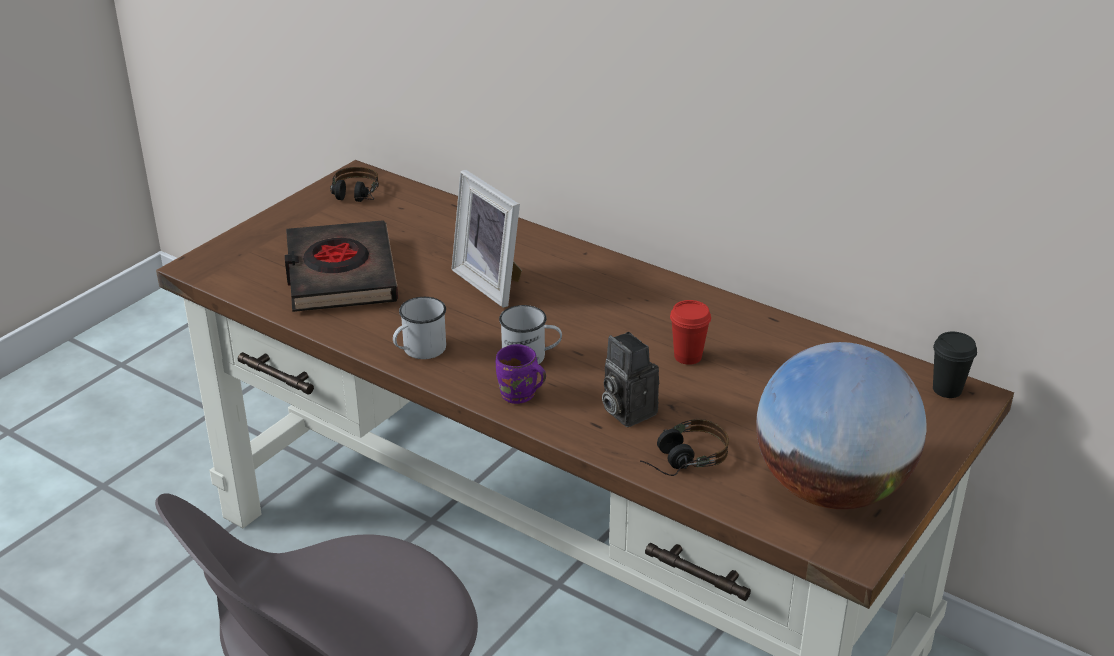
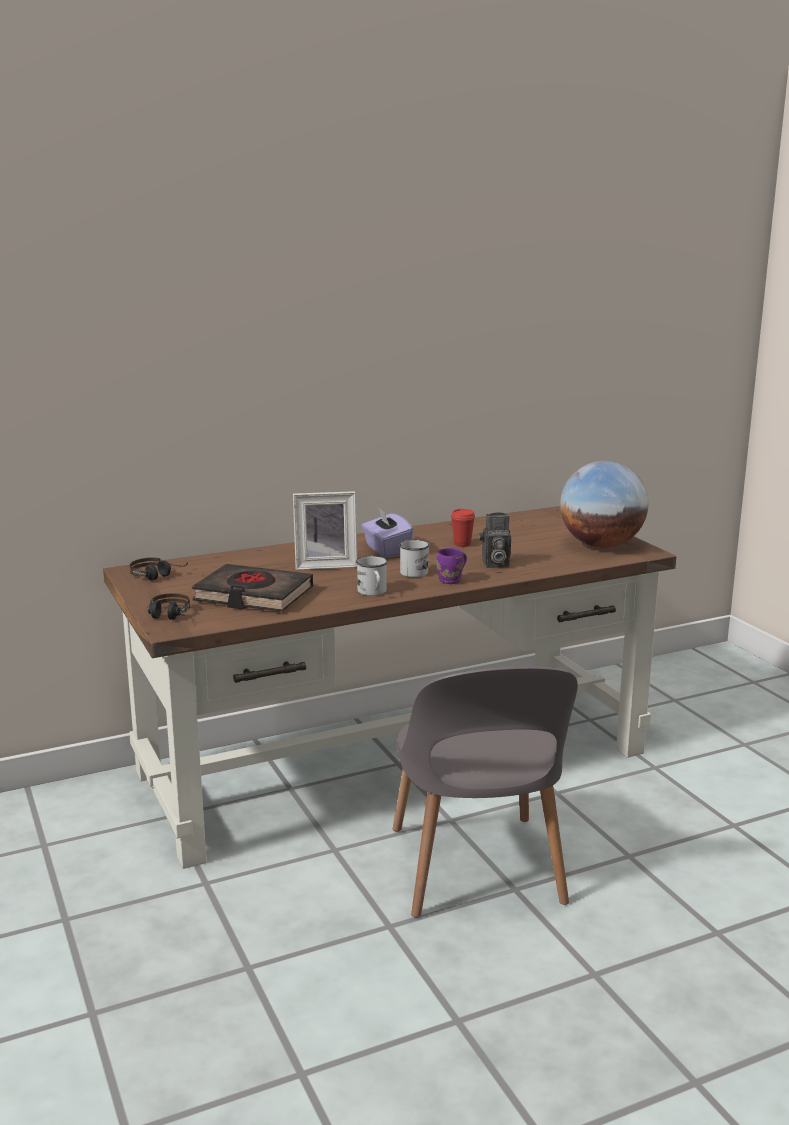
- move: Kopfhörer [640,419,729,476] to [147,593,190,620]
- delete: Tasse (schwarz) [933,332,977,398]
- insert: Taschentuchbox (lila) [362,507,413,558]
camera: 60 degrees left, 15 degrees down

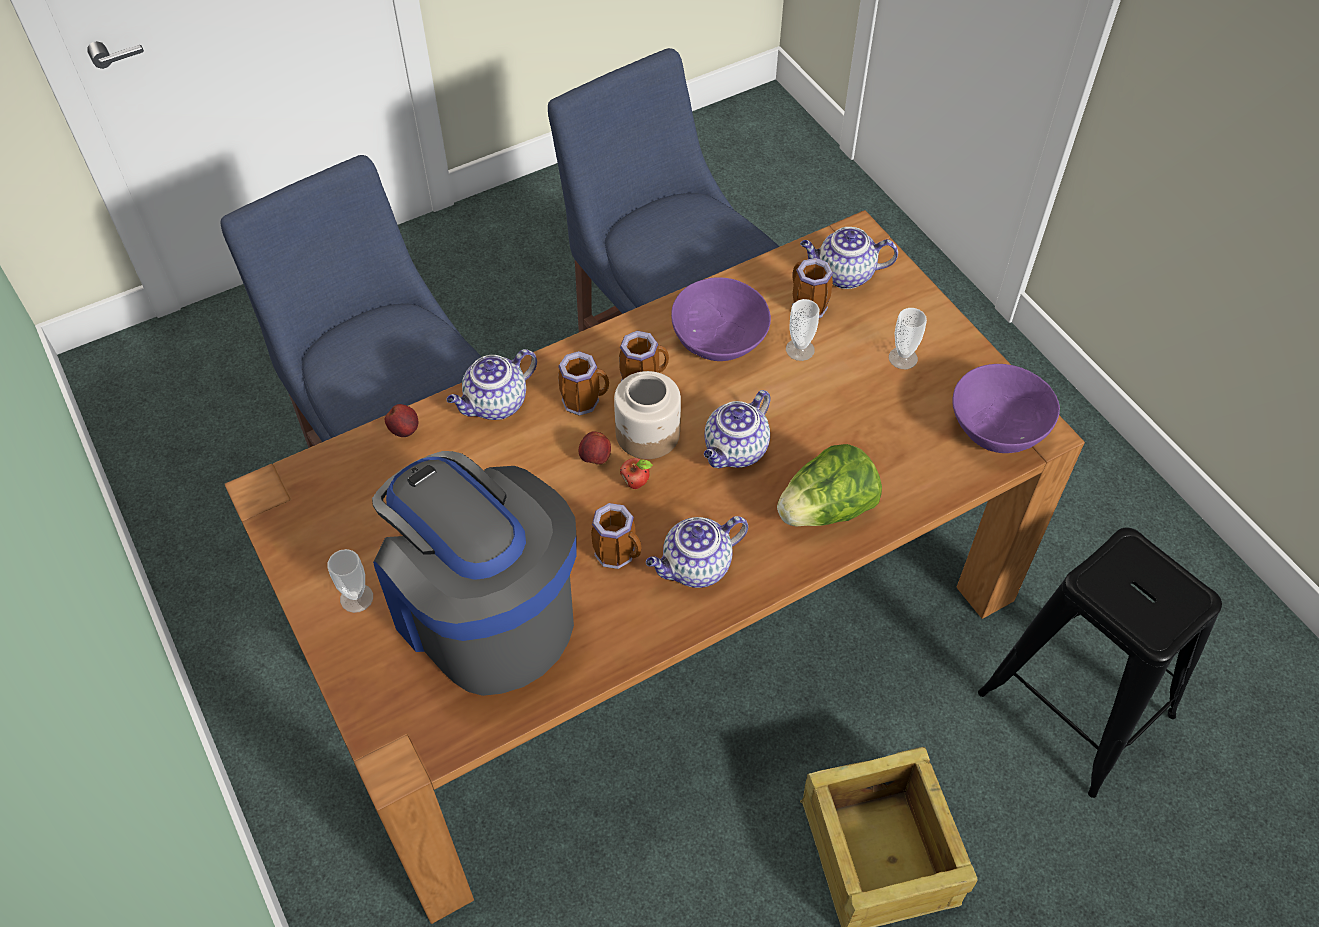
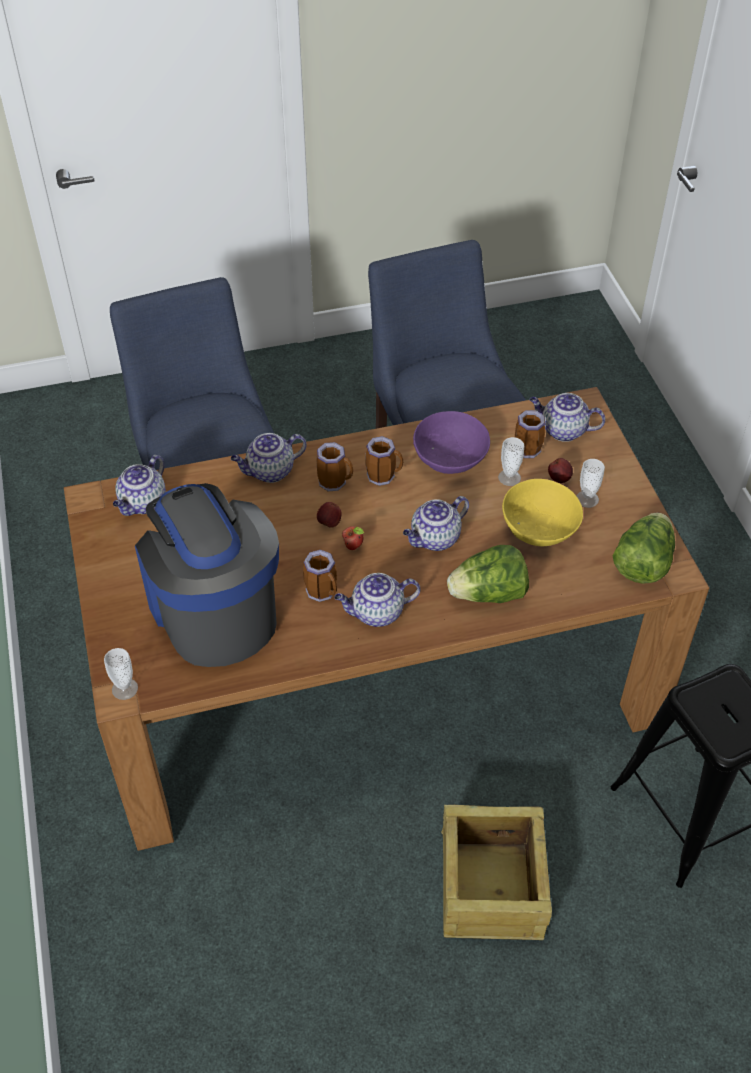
- move: Tasse [327,549,373,613] to [104,648,138,700]
- move: Apfel [385,404,418,437] to [548,458,573,483]
- delete: Vorratsglas [614,371,681,459]
- replace: Schüssel (lila) [953,364,1060,453] to Salatkopf [613,513,675,584]
- insert: Teekanne [113,455,166,516]
- insert: Schüssel (gelb) [502,479,583,546]
camera: 15 degrees right, 5 degrees down

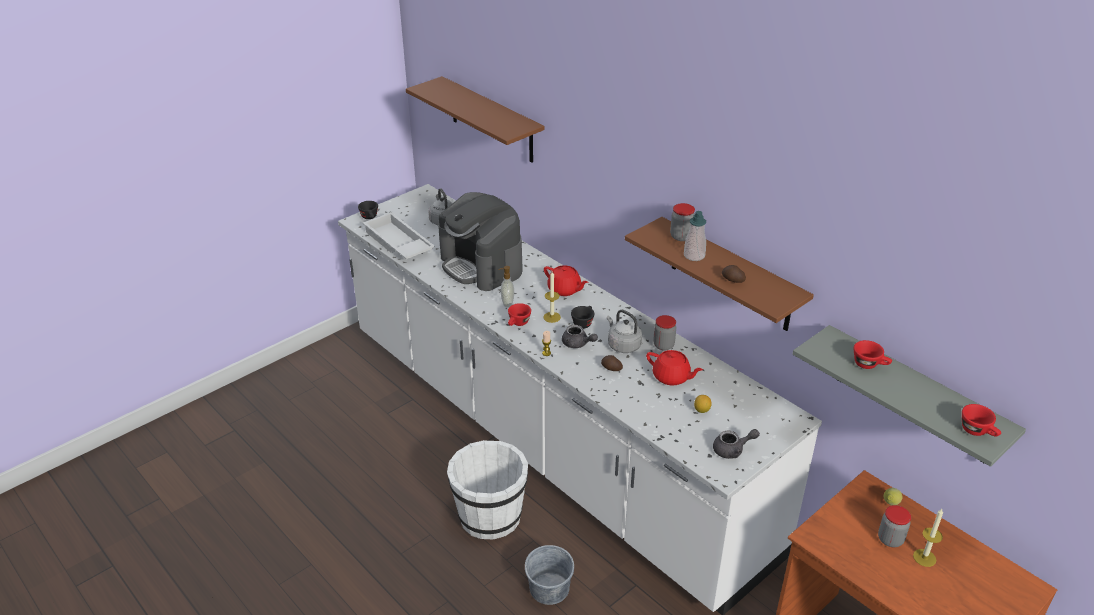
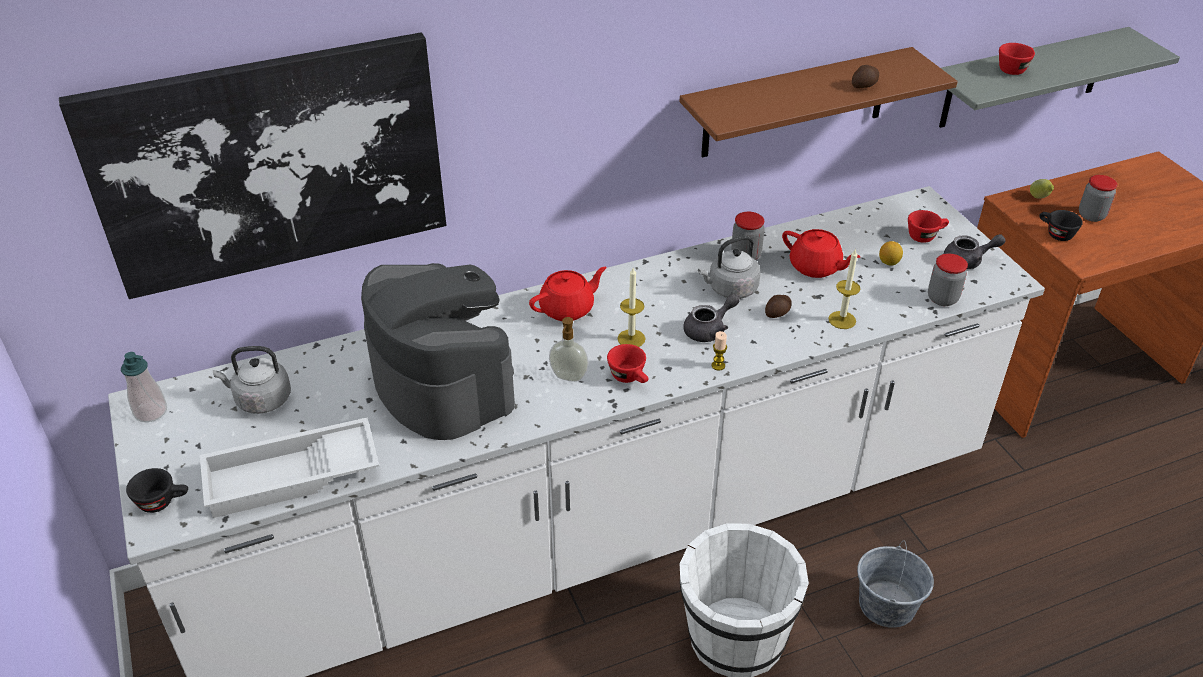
- replace: Wandregal (braun) [406,76,544,162] to Bild [59,32,446,299]
- rotate: Kaffeemaschine [438,192,523,291] = [361,263,515,440] 105 degrees counterclockwise
- move: Tasse (schwarz) [571,306,594,329] to [1039,210,1083,241]
- rotate: Teekanne (rot) [646,350,703,386] = [782,229,861,278] 75 degrees clockwise
- move: Vorratsglas [670,203,695,241] to [928,253,968,306]
- move: Seifenspender [684,211,706,261] to [121,352,167,422]
- rotate: Teekanne (grau) [713,429,760,459] = [944,234,1006,269] 75 degrees clockwise
- move: Kerze [913,509,943,567] to [828,248,860,329]
- move: Tasse (rot) [962,404,1001,436] to [908,210,949,243]
camera: 70 degrees left, 5 degrees up

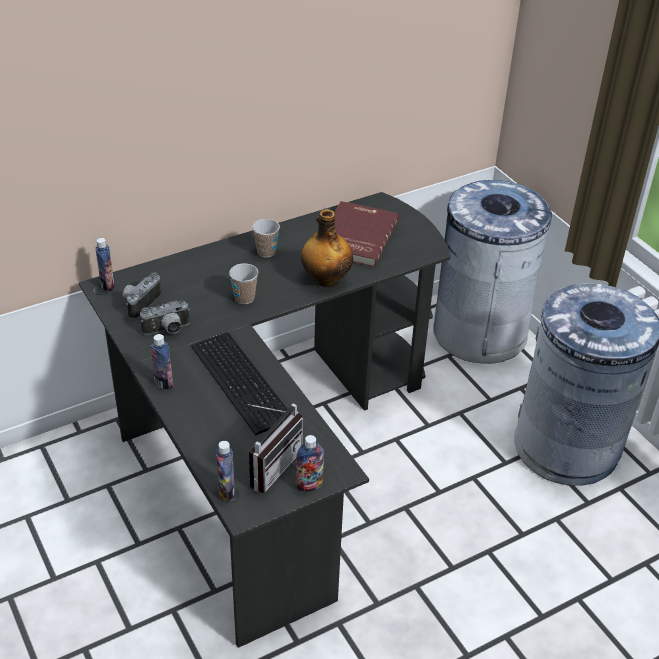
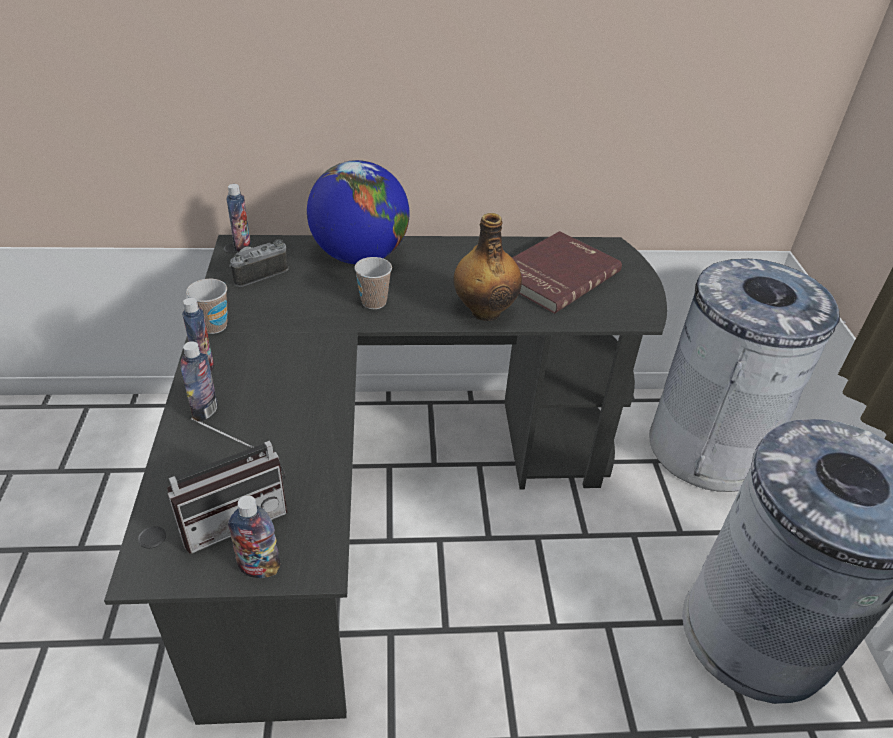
- delete: Kamera [140,300,190,335]
- delete: Tastatur [191,332,288,436]
- move: Flasche [216,441,235,501] to [181,341,218,422]
- move: Tasse [252,219,280,258] to [186,279,227,334]
- insert: Globus [307,160,410,264]
camera: 25 degrees right, 0 degrees up

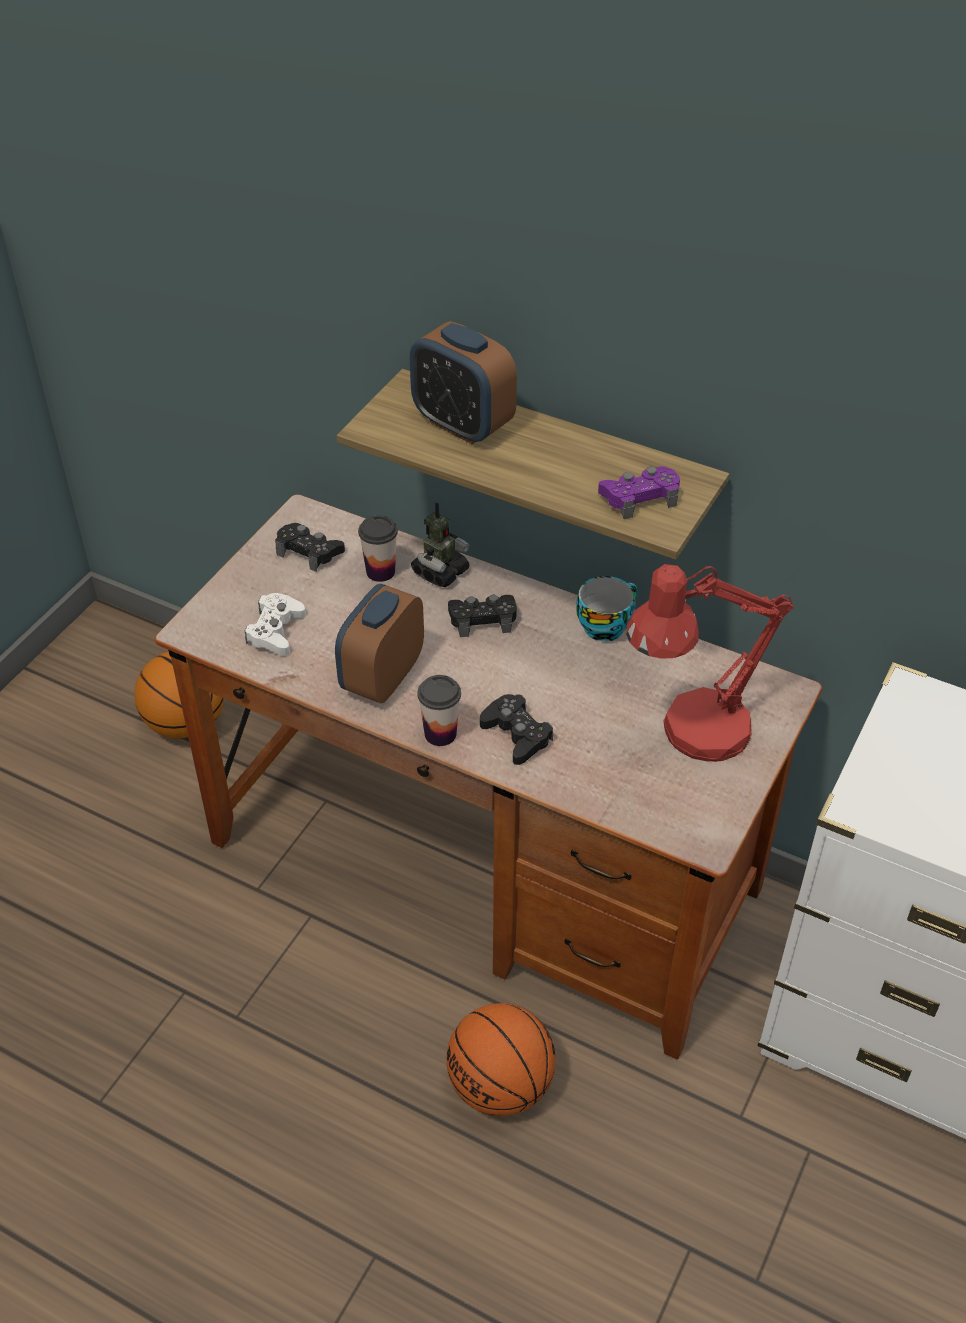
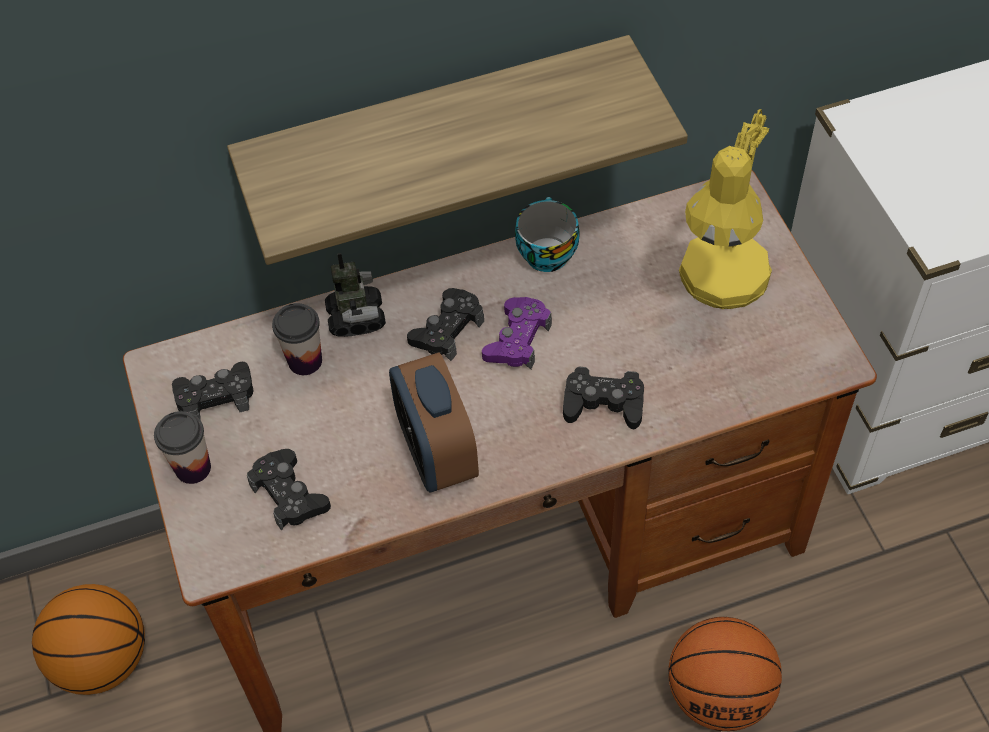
- recolor: Gamepad (weiß) [244,593,306,656] to Gamepad (schwarz) [247,449,331,531]
- delete: Wecker [410,321,517,444]
- move: Tasse [417,675,461,746] to [154,411,211,484]
- move: Gamepad (lila) [598,466,680,519] to [482,297,552,369]
- recolor: Tischlampe (rot) [626,564,793,762] to Tischlampe (gelb) [679,109,772,309]
camera: 45 degrees left, 10 degrees up

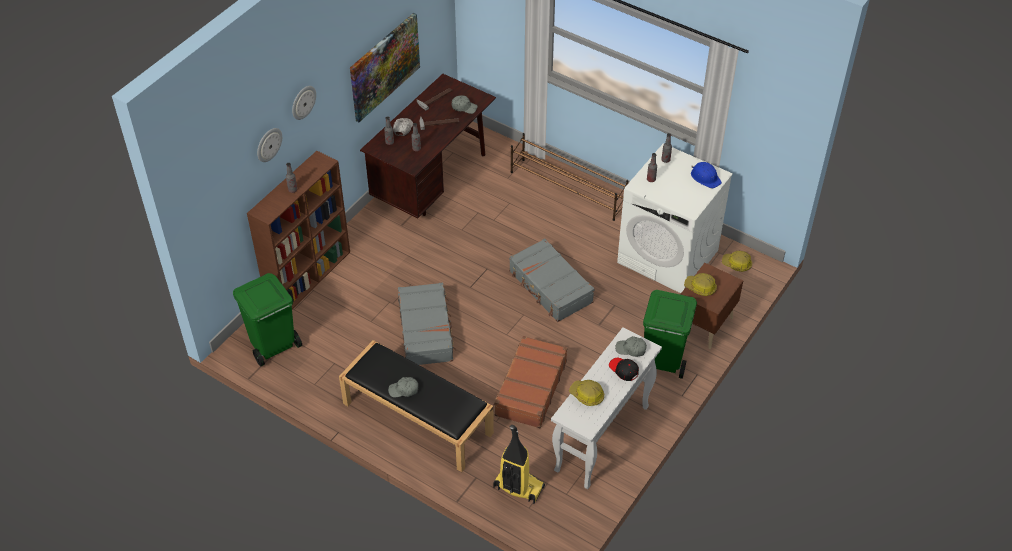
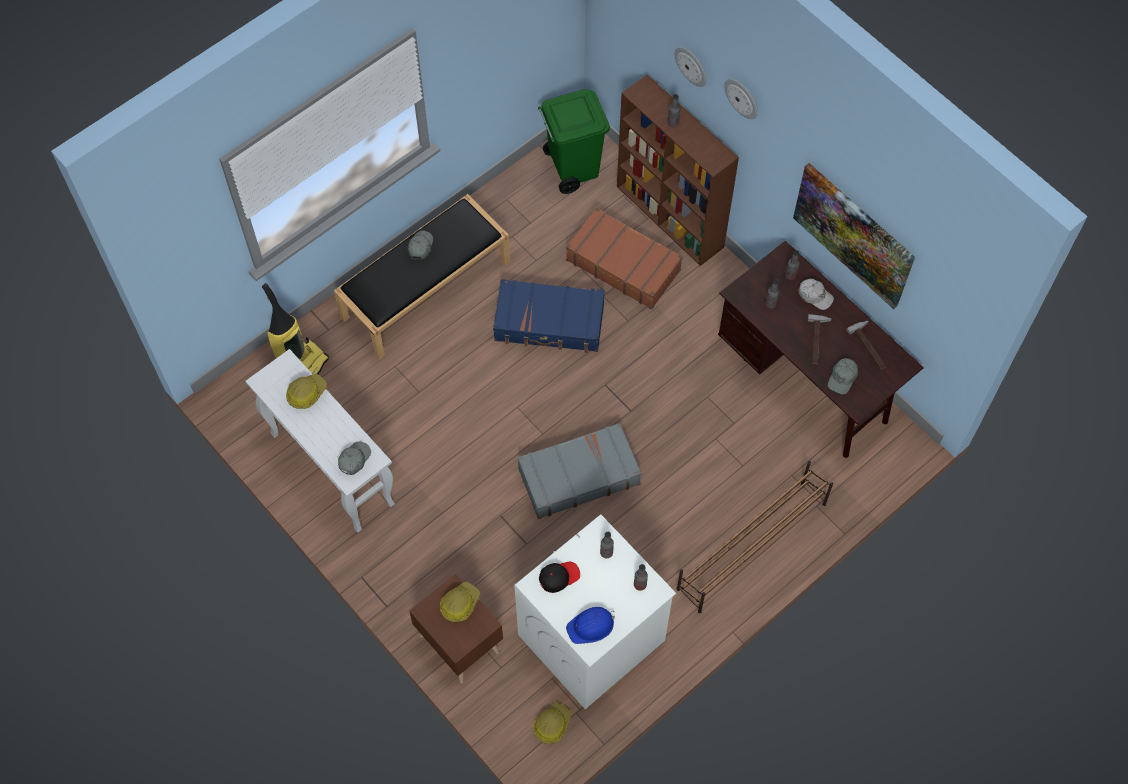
- recolor: Koffer (grau) [398,282,456,365] to Koffer (blau) [493,279,605,353]
- move: Koffer (braun) [493,336,568,428] to [566,208,683,309]
- move: Kappe (schwarz) [609,358,639,381] to [539,562,580,593]
- delete: Mülleimer (grün) [643,290,697,379]
camera: 105 degrees right, 15 degrees up

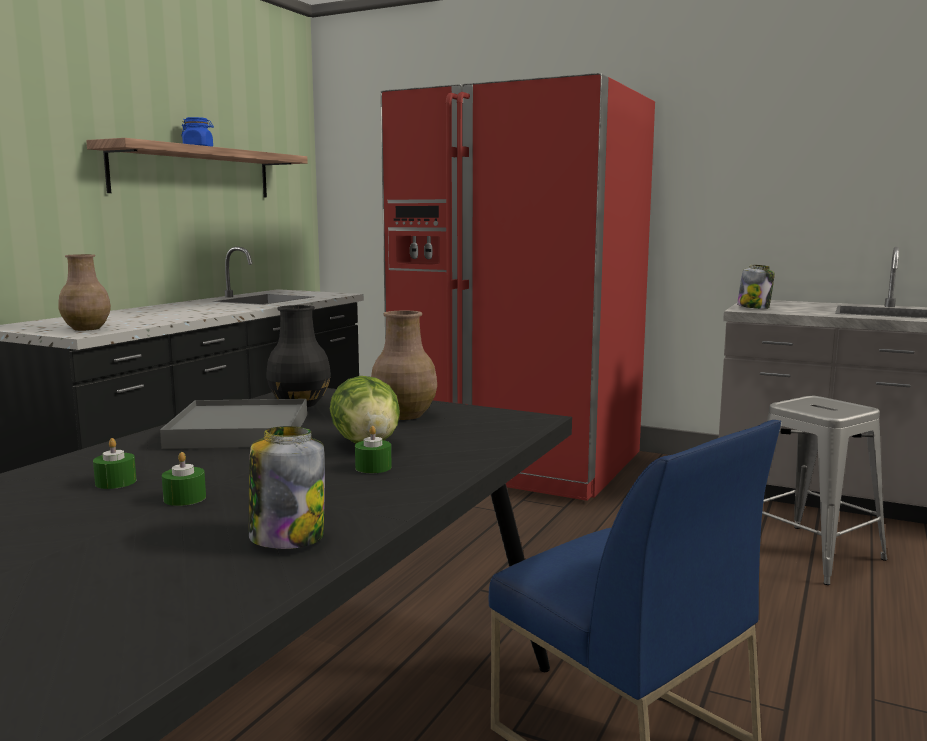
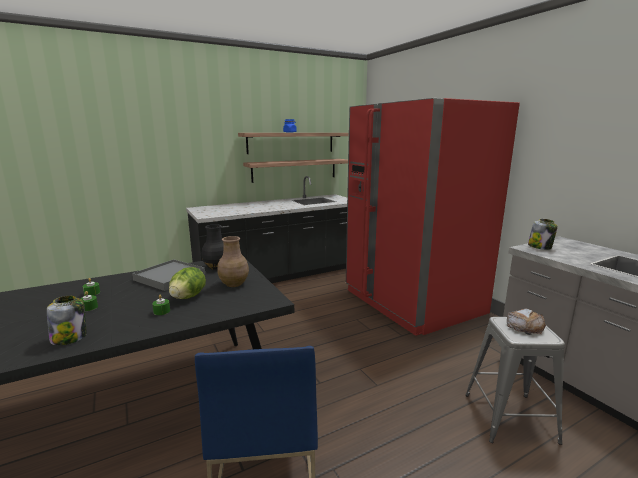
- delete: Vase (braun) [58,254,111,331]
- insert: Wandregal [243,159,348,183]
- insert: Brot [507,309,546,334]
camera: 35 degrees right, 5 degrees up

